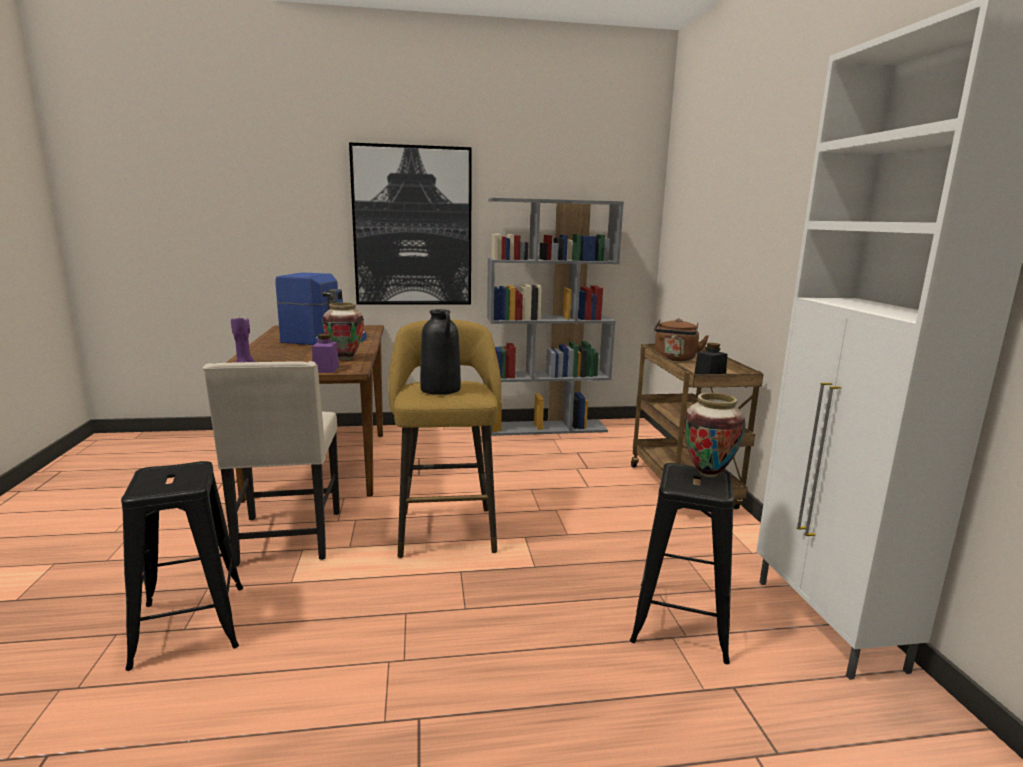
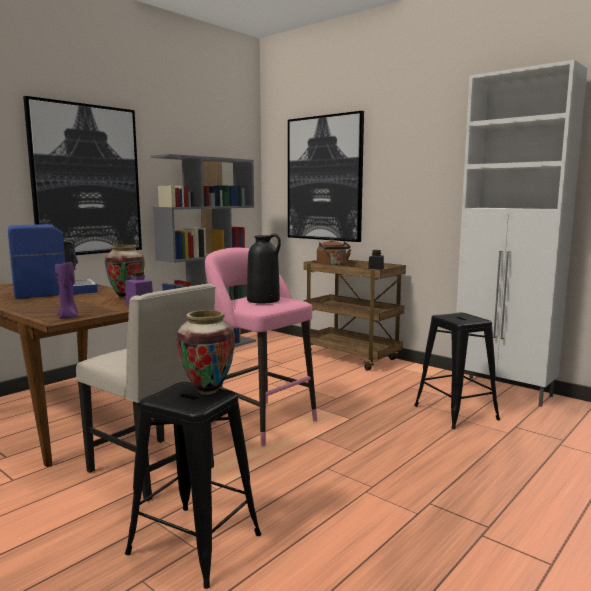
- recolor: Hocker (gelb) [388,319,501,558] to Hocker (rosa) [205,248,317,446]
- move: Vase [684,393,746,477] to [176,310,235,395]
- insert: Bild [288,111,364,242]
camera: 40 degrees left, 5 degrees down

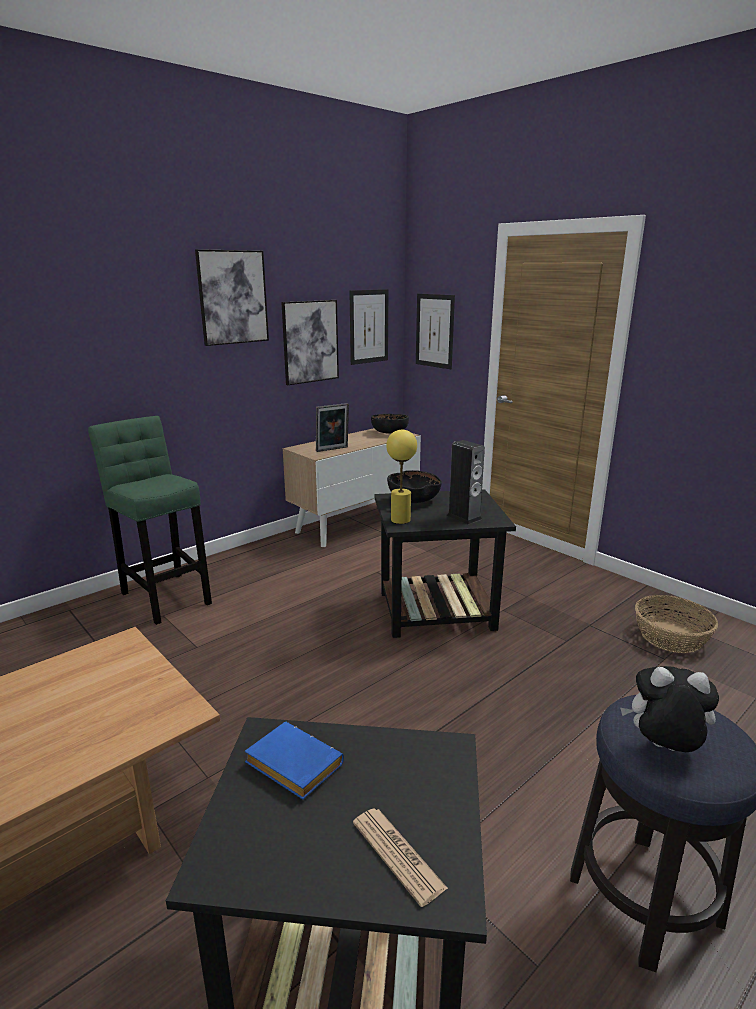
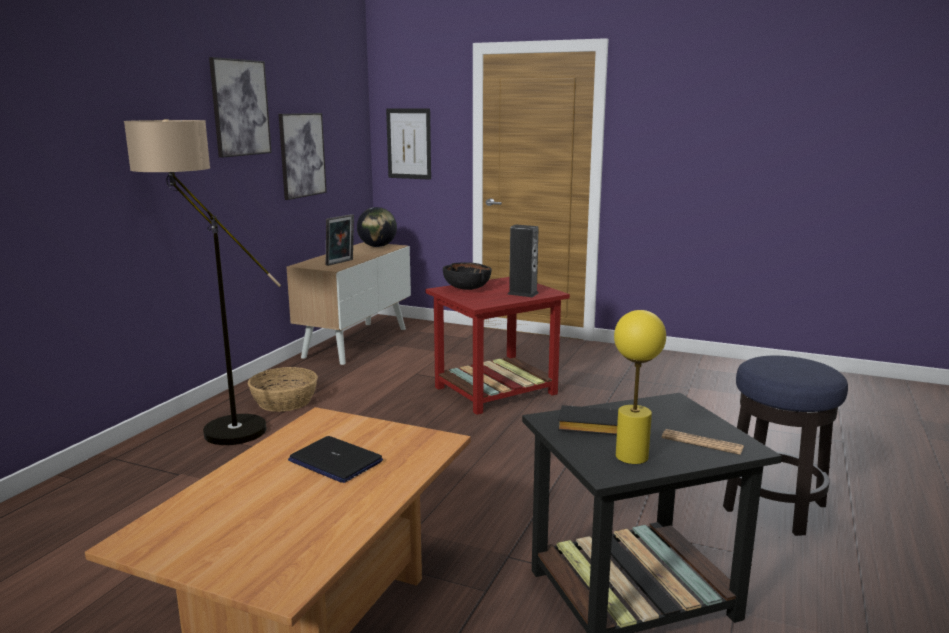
- replace: Hocker (grün) [88,416,212,625] to Stehlampe [124,119,281,445]
- recolor: Buch (blau) [244,722,344,800] to Buch (schwarz) [558,405,618,435]
- delete: Bild [349,289,388,365]
- replace: Schüssel (schwarz) [371,414,409,434] to Globus [357,207,397,247]
- recolor: Beistelltisch (schwarz) [374,489,516,638] to Beistelltisch (rot) [426,277,570,415]
- move: Tischlampe (gelb) [386,430,417,524] to [614,310,666,464]
- delete: Plüschtier [620,666,719,752]
- move: Korb [635,595,718,653] to [248,367,318,412]
- insert: Laptop [288,436,383,483]
camera: 25 degrees left, 5 degrees down

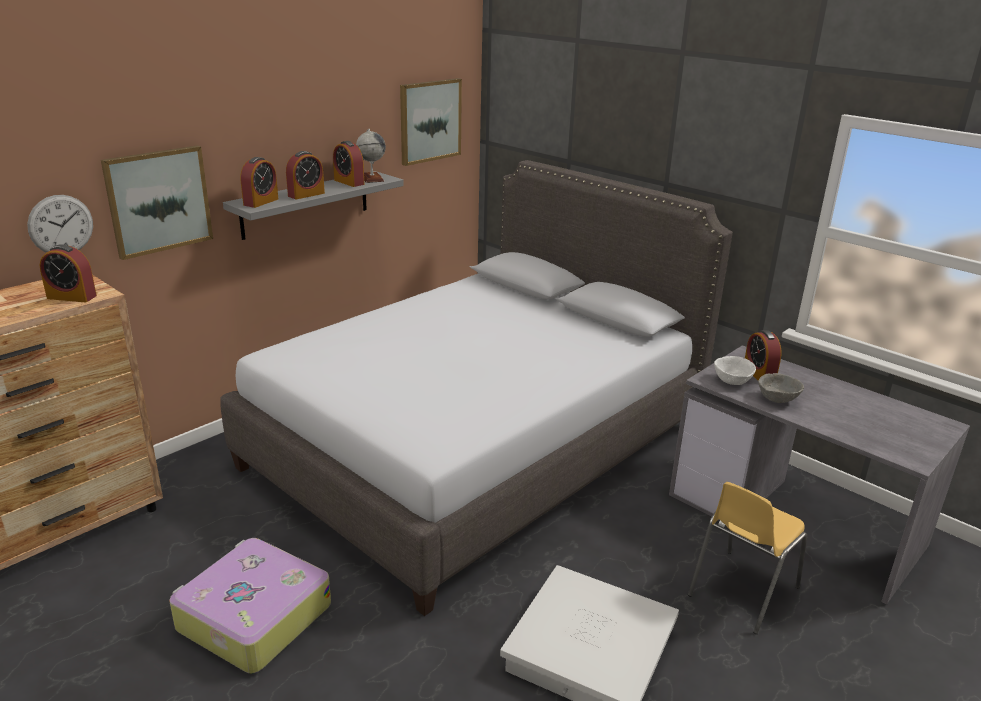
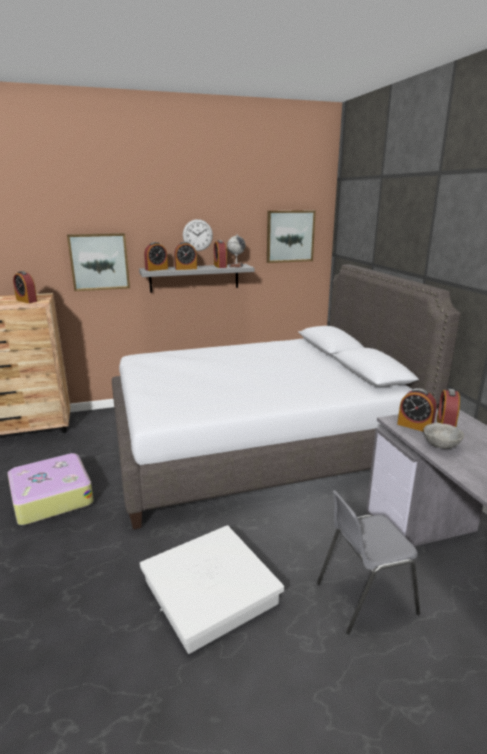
- move: Wanduhr [27,195,93,252] to [183,219,213,251]
- recolor: Stuhl (gelb) [688,482,807,634] to Stuhl (grau) [317,490,420,634]
- replace: Schüssel (weiß) [714,356,756,385] to Wecker [397,388,437,432]
camera: 30 degrees right, 5 degrees down

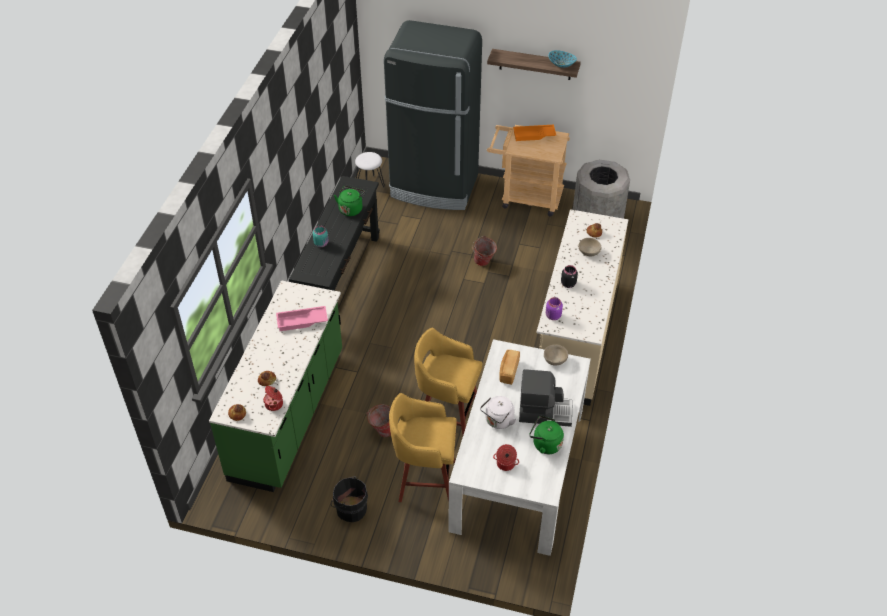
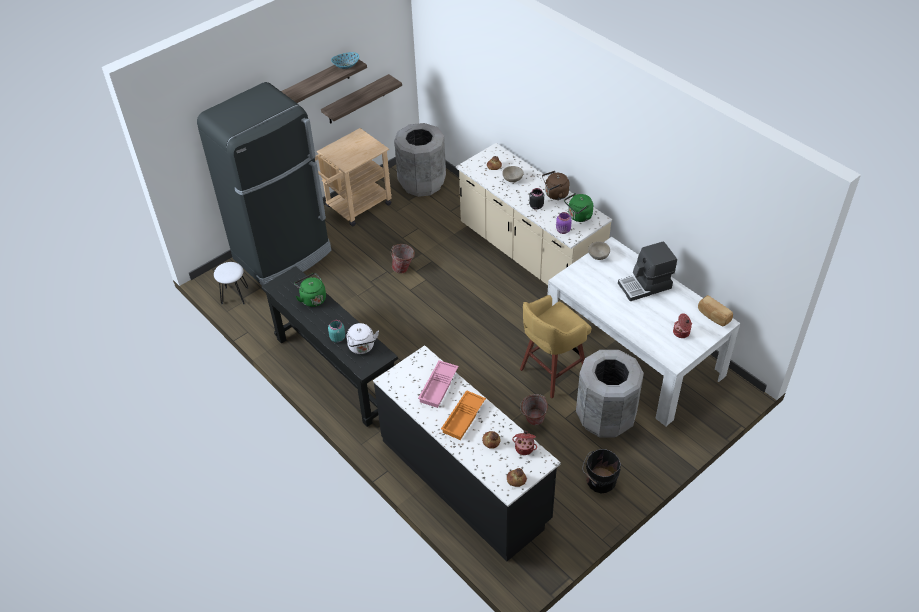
- recolor: Küchenzeile (grün) [209,280,342,492] to Küchenzeile (schwarz) [373,345,561,561]
- replace: Hocker (gelb) [389,393,457,502] to Mülleimer (grau) [576,350,644,437]
- move: Wasserkessel (weiß) [480,396,517,429] to [346,323,379,354]
- move: Brot [499,350,520,385] to [698,295,733,326]
- move: Tablett (orange) [513,125,556,141] to [441,390,486,440]
- rotate: Kaffeemaschine [519,369,573,427] = [618,241,677,301] 150 degrees counterclockwise
- move: Wasserkessel (grün) [529,416,564,454] to [564,193,593,222]
- insert: Wandregal [321,74,402,124]
- insert: Wasserkessel (braun) [542,171,570,200]
camera: 55 degrees left, 0 degrees up

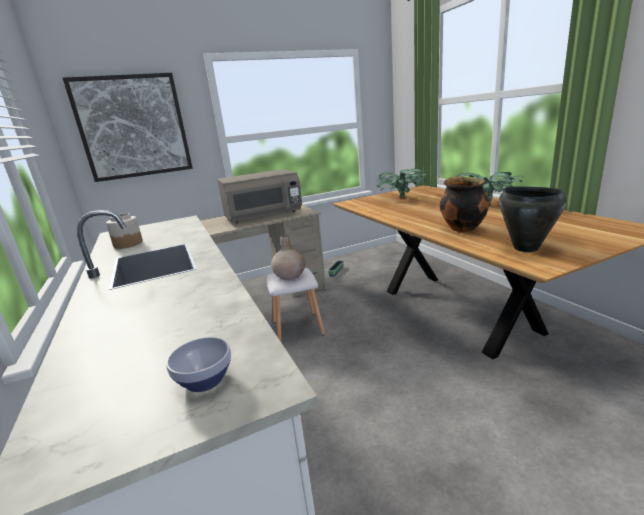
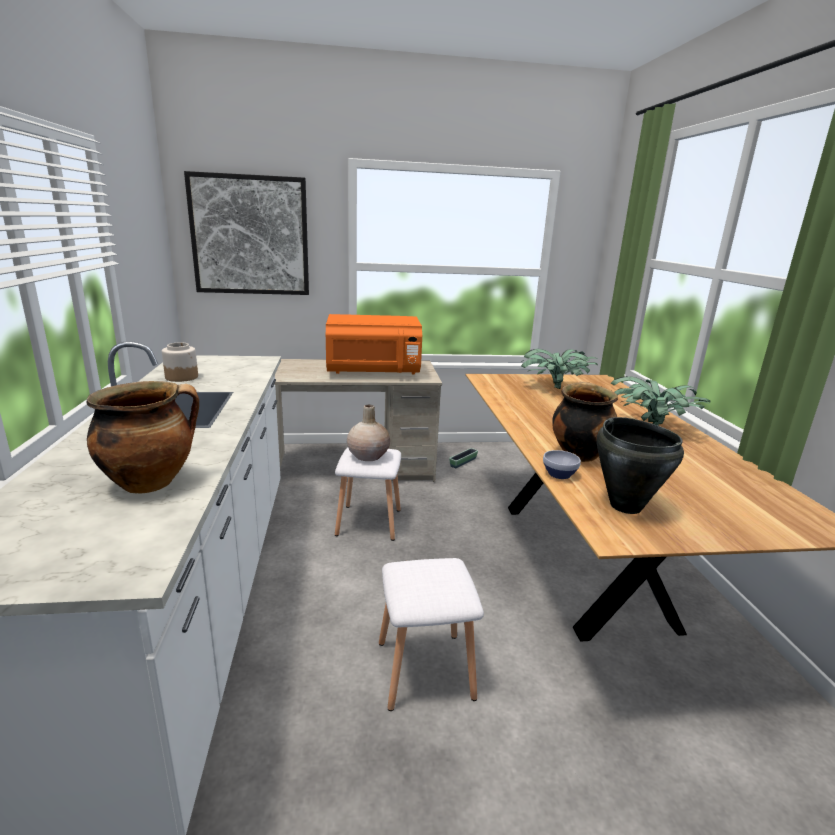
- move: Schüssel [166,337,231,392] to [543,450,581,479]
- recolor: Mikrowelle (grau) [217,169,302,223] to Mikrowelle (orange) [326,314,422,375]
- insert: Kochtopf [86,381,199,494]
- insert: Hocker (weiß) [379,558,484,711]
camera: 15 degrees right, 0 degrees up

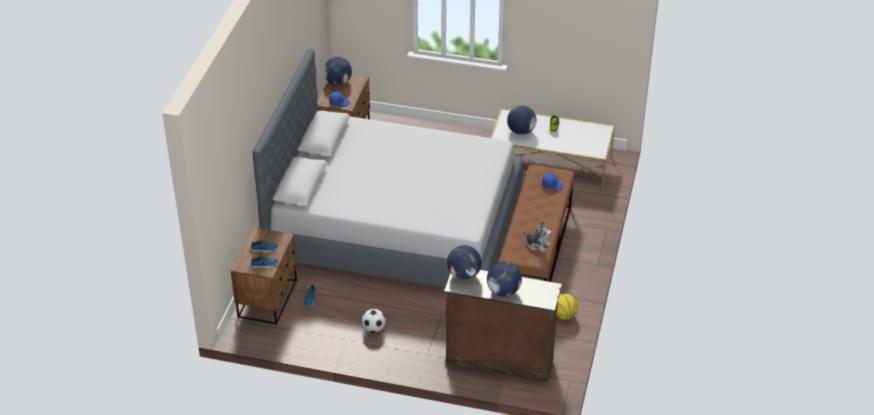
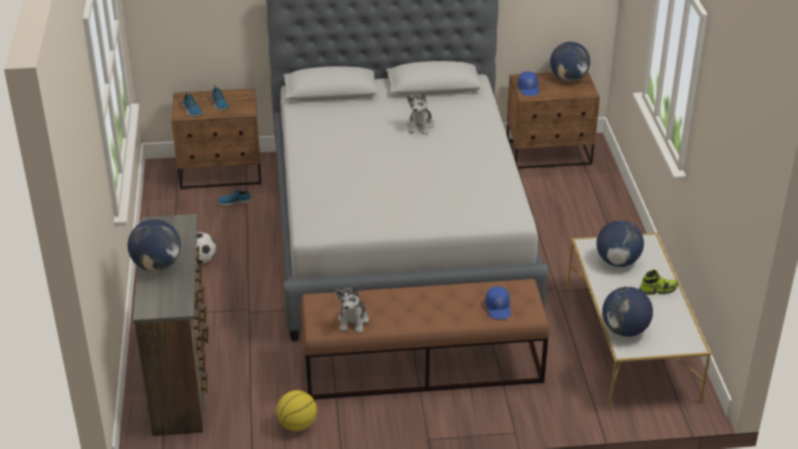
- move: Globus [447,245,482,280] to [602,287,653,337]
- insert: Plüschtier [406,92,434,135]
camera: 70 degrees right, 5 degrees down

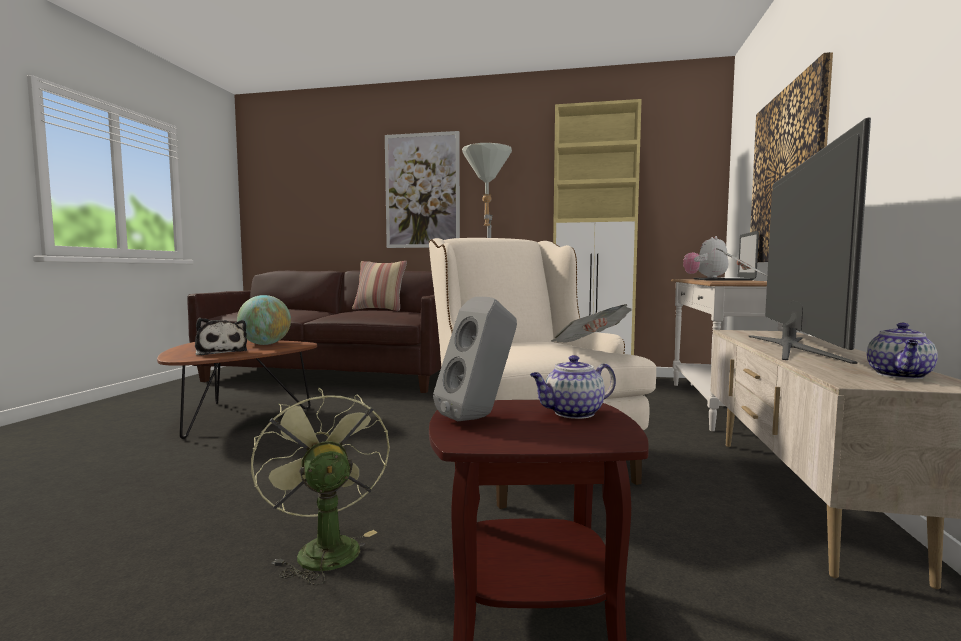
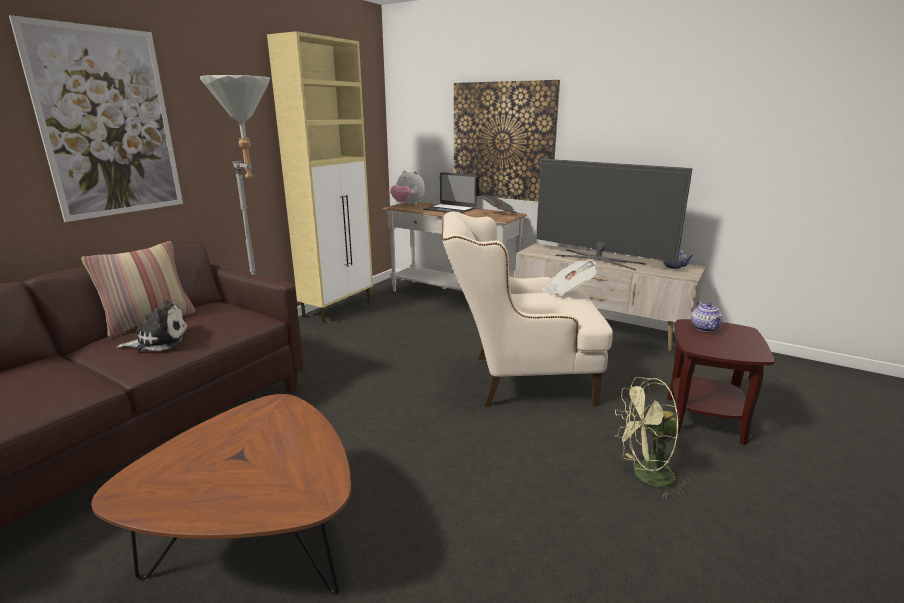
- move: Plüschtier [195,318,247,355] to [116,300,189,351]
- delete: Globus [237,295,291,345]
- delete: Lautsprecher (grau) [433,297,517,421]
camera: 70 degrees left, 15 degrees up

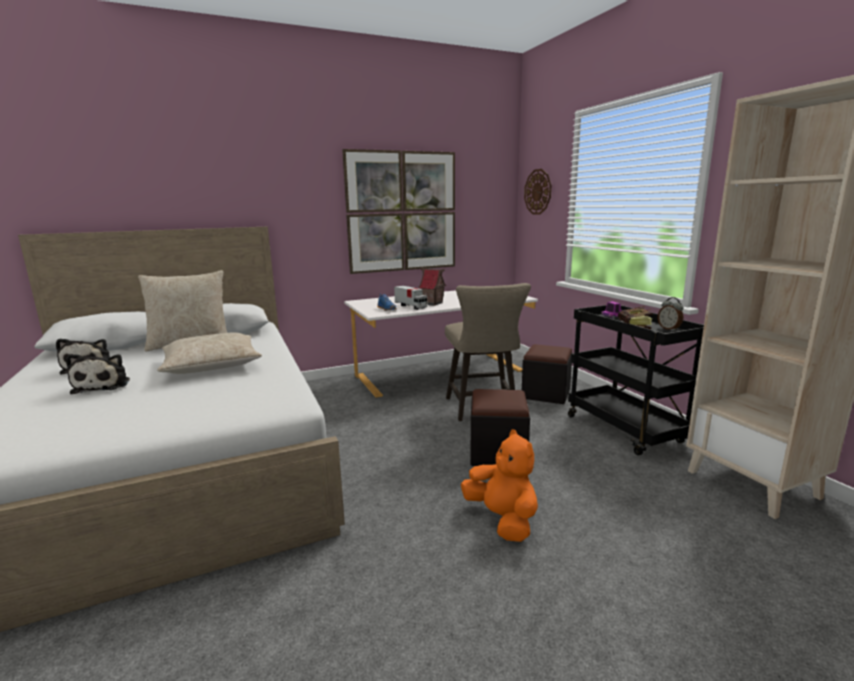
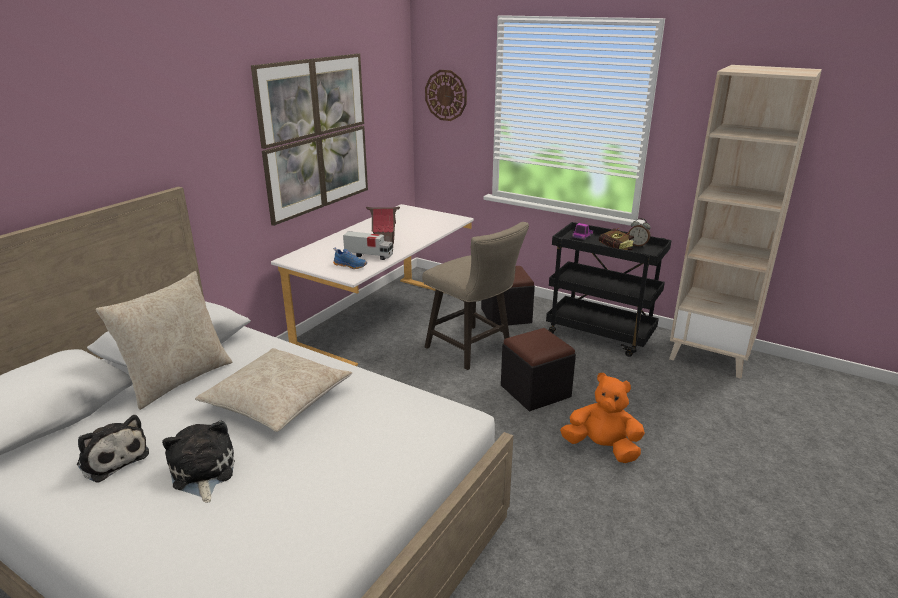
- rotate: Plüschtier [66,354,130,394] = [162,420,235,503] 150 degrees counterclockwise
camera: 35 degrees left, 10 degrees up

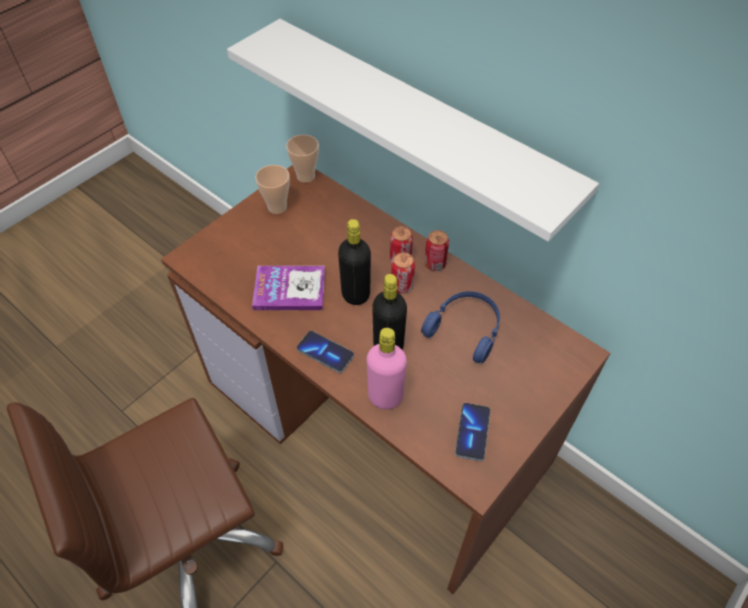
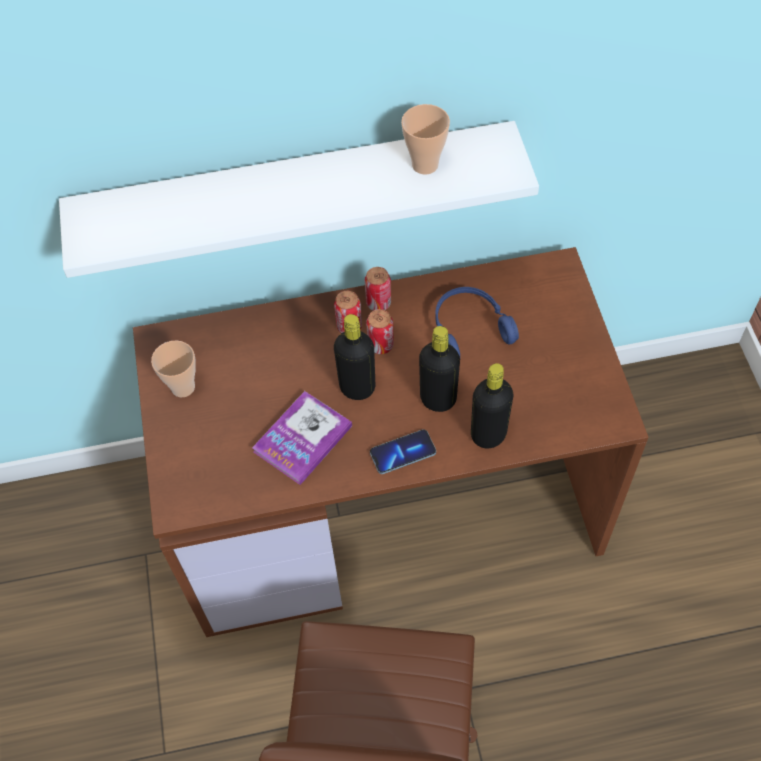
- move: Tasse [286,135,319,183] to [401,104,450,175]
- recolor: Flasche (rosa) [367,328,407,409] to Flasche (schwarz) [471,363,513,449]
- delete: Handy [455,403,491,461]
camera: 50 degrees left, 5 degrees up

